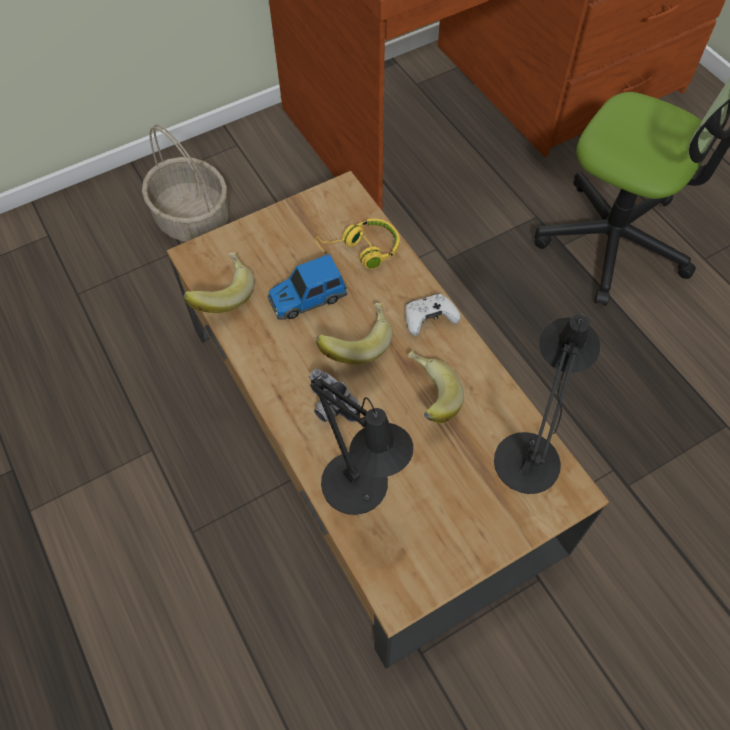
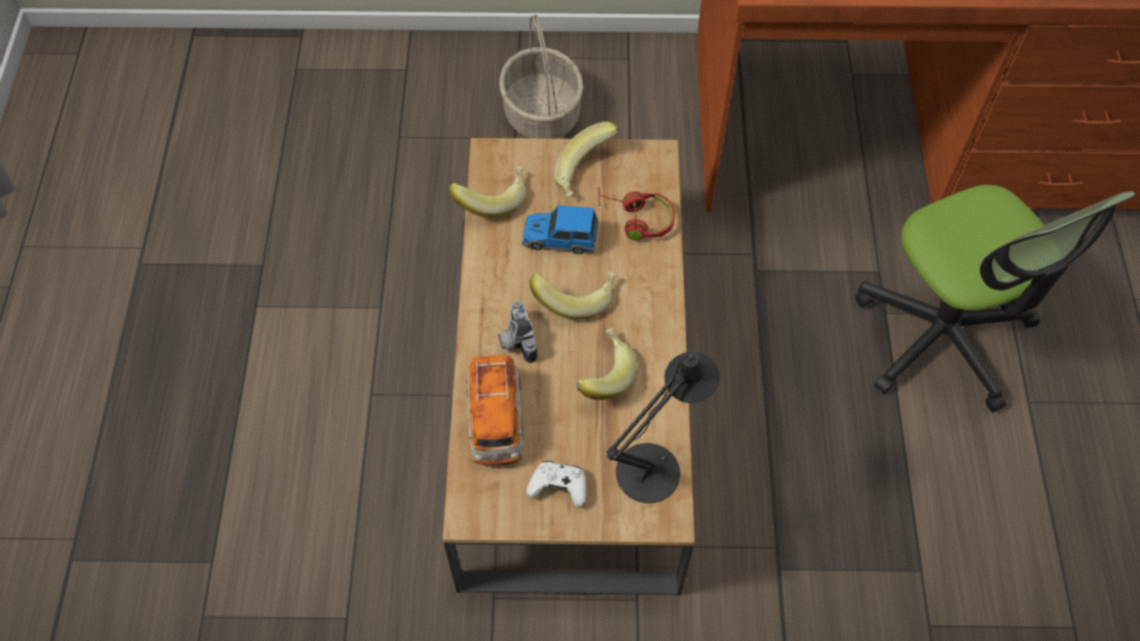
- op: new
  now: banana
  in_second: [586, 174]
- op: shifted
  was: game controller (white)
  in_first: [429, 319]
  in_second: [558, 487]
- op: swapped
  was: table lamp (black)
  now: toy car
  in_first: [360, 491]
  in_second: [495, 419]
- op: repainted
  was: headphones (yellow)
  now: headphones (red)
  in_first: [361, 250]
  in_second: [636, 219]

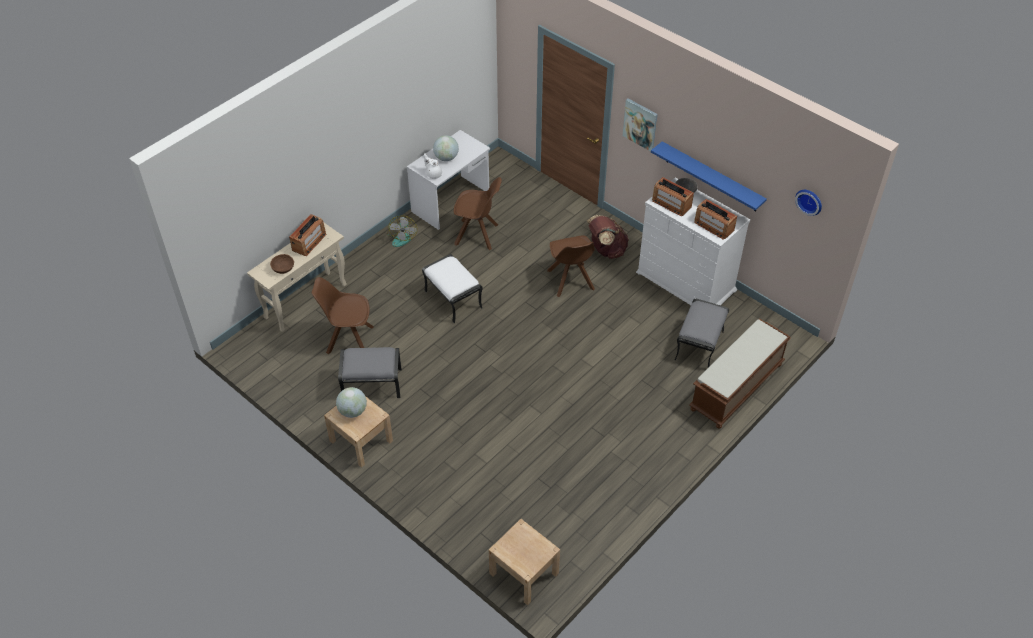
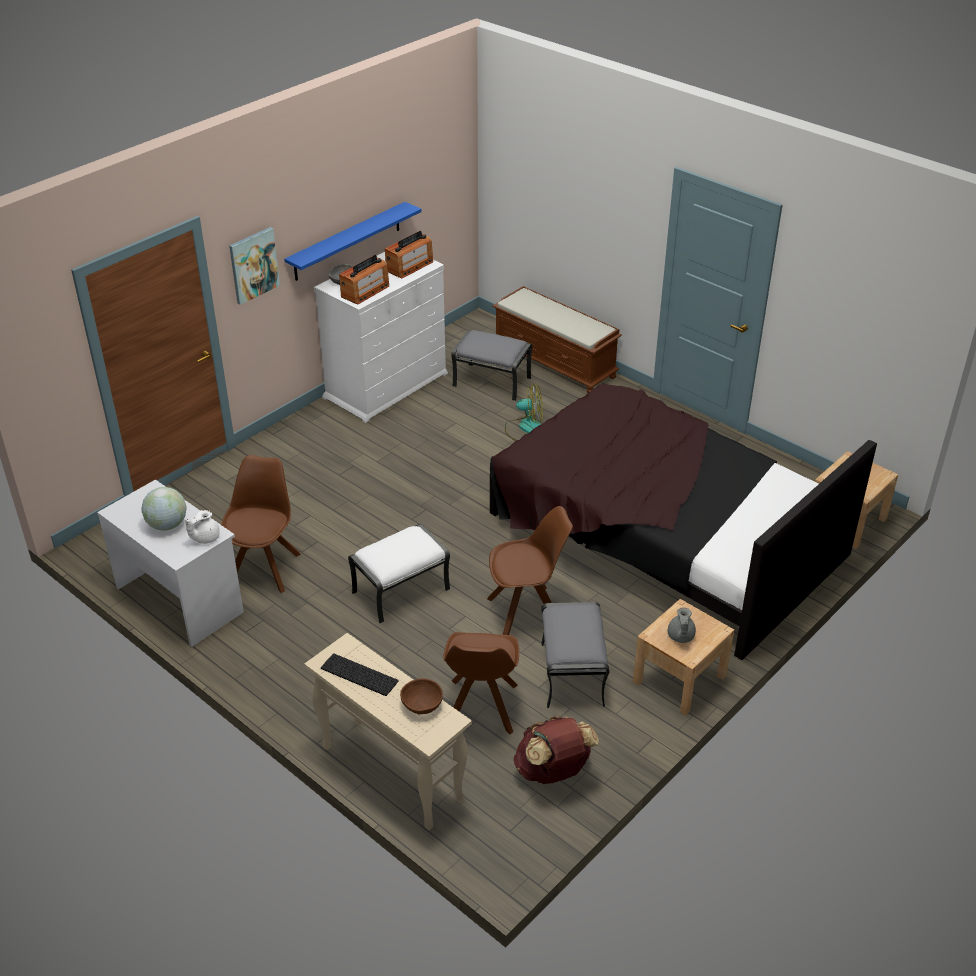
- op: gone
  was: wall clock
  in_first: [809, 201]
- op: new
  now: bed
  in_second: [661, 535]
- op: shifted
  was: fan
  in_first: [402, 237]
  in_second: [525, 427]
- op: shifted
  was: chair (brown)
  in_first: [571, 281]
  in_second: [527, 612]
- op: shifted
  was: backpack (brown)
  in_first: [606, 250]
  in_second: [553, 771]
- op: swapped
  was: radio
  now: keyboard
  in_first: [309, 242]
  in_second: [357, 675]
- op: swapped
  was: globe
  now: teapot (grey)
  in_first: [352, 411]
  in_second: [680, 637]

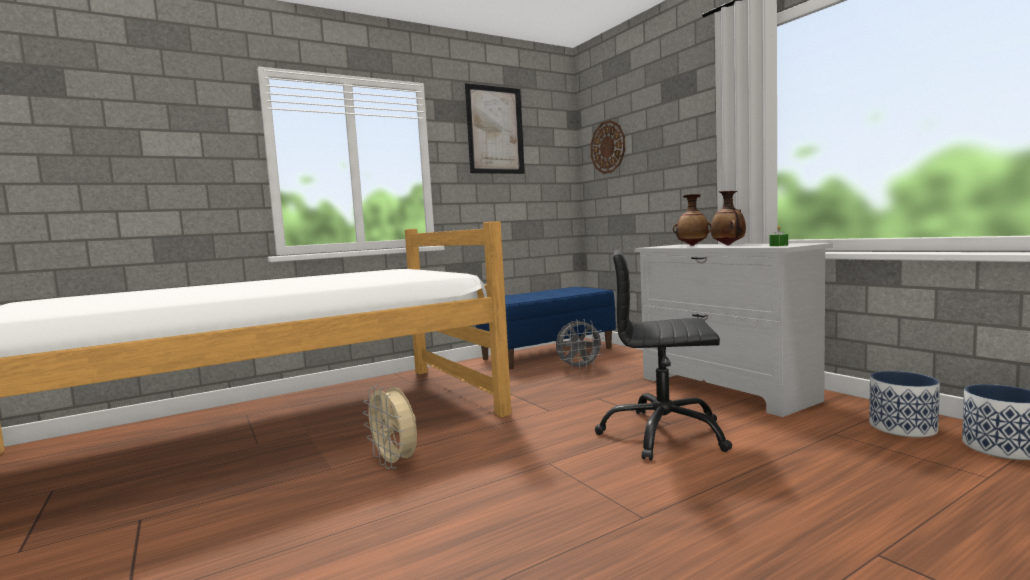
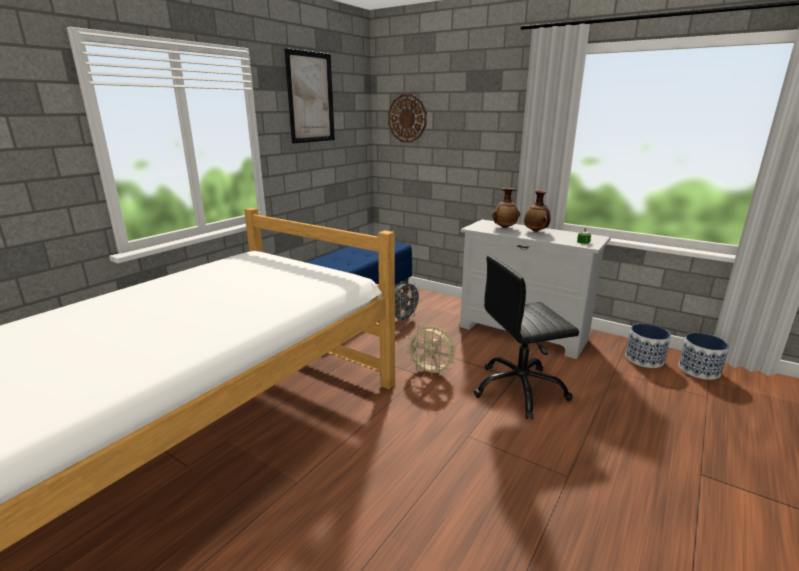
- op: shifted
  was: fan (beige)
  in_first: [395, 463]
  in_second: [431, 372]

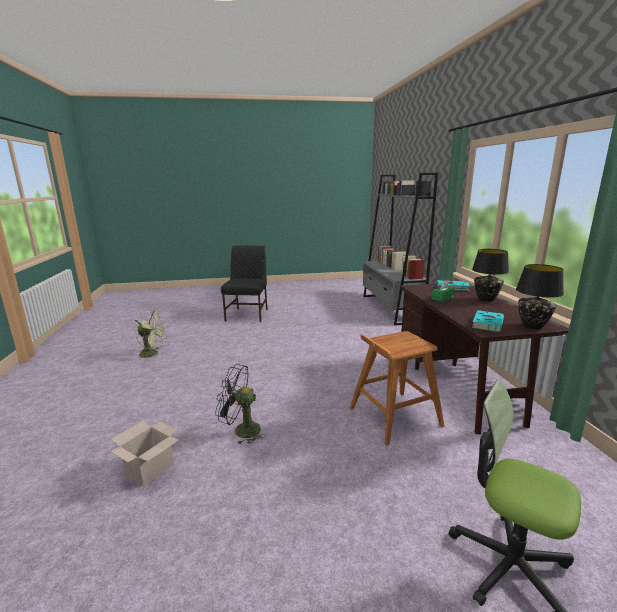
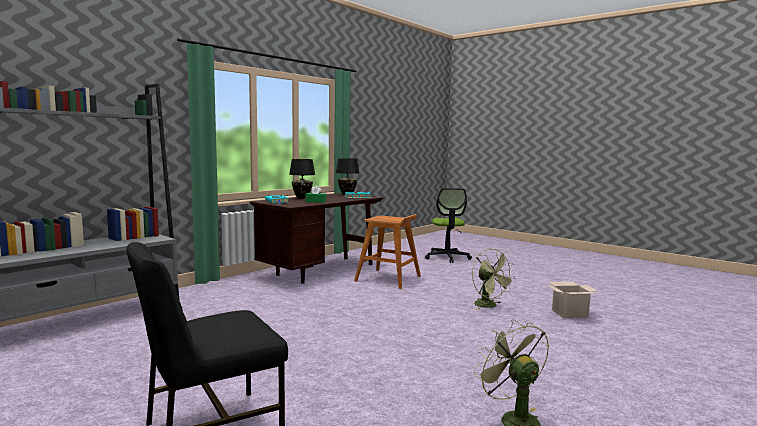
- op: repainted
  was: fan (black)
  now: fan (green)
  in_first: [241, 430]
  in_second: [489, 306]

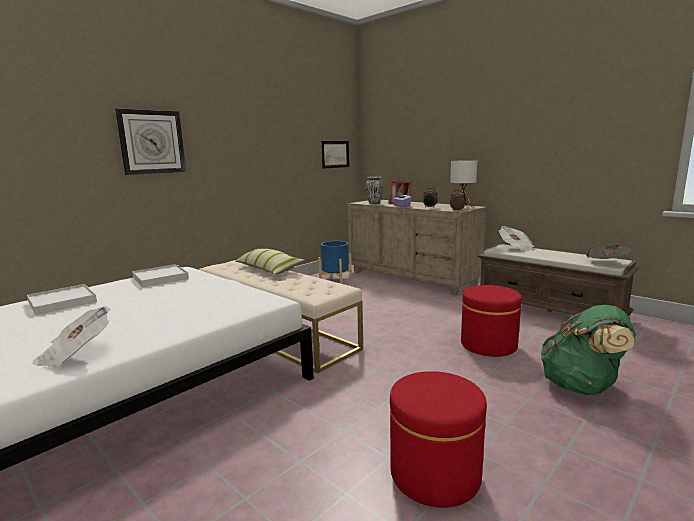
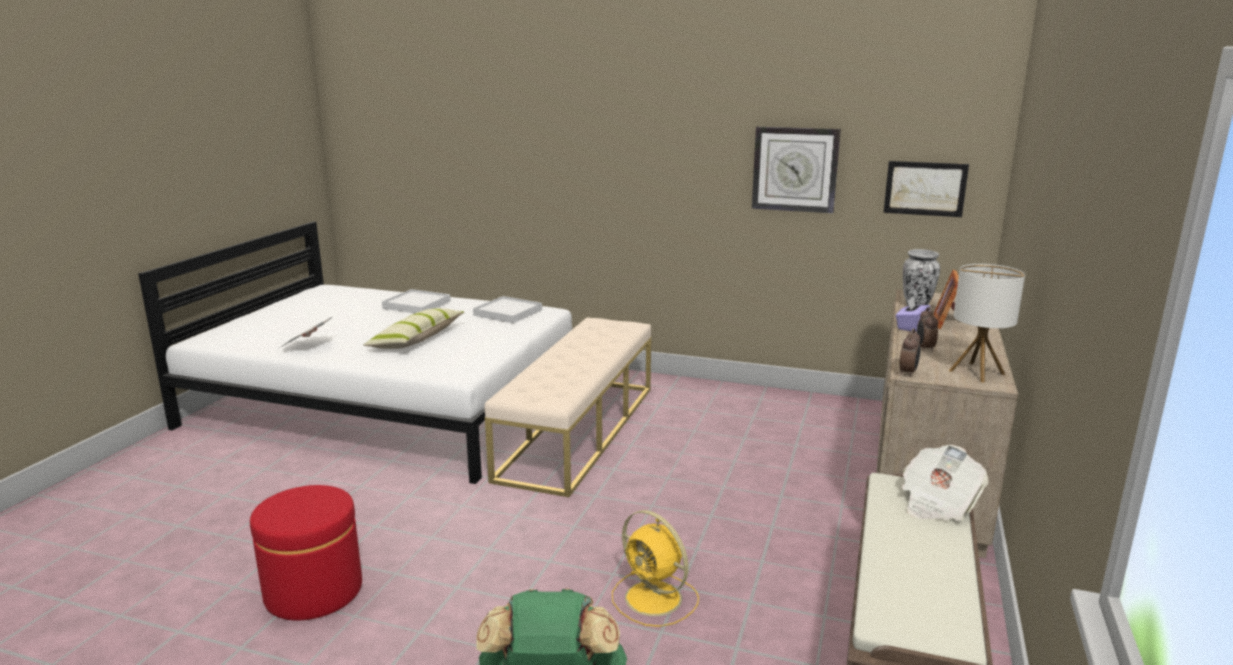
- op: gone
  was: planter (blue)
  in_first: [335, 279]
- op: gone
  was: newspaper
  in_first: [606, 263]
- op: shifted
  was: wall clock
  in_first: [152, 142]
  in_second: [795, 169]
- op: shifted
  was: pillow
  in_first: [268, 269]
  in_second: [416, 339]
- op: swapped
  was: ottoman (red)
  now: fan (yellow)
  in_first: [488, 345]
  in_second: [655, 599]

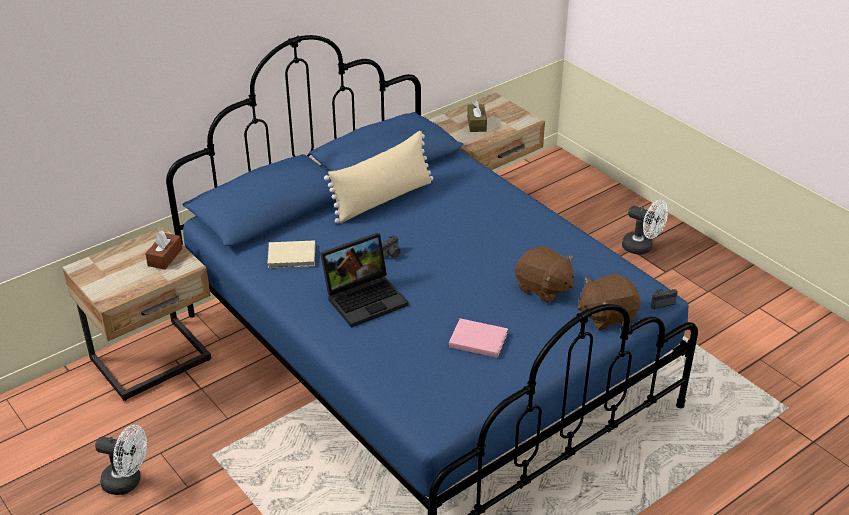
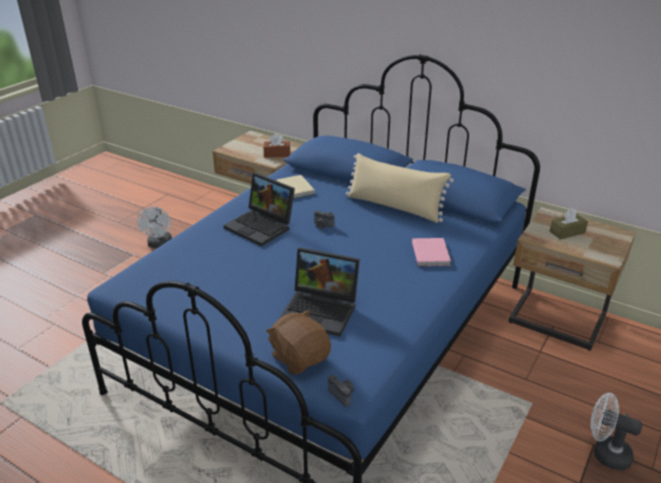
- op: shifted
  was: book (pink)
  in_first: [477, 339]
  in_second: [431, 253]
- op: swapped
  was: plush toy (brown)
  now: laptop
  in_first: [543, 288]
  in_second: [322, 310]
- op: rotated
  was: fan (white)
  in_first: [642, 248]
  in_second: [605, 453]
  clockwise: 105

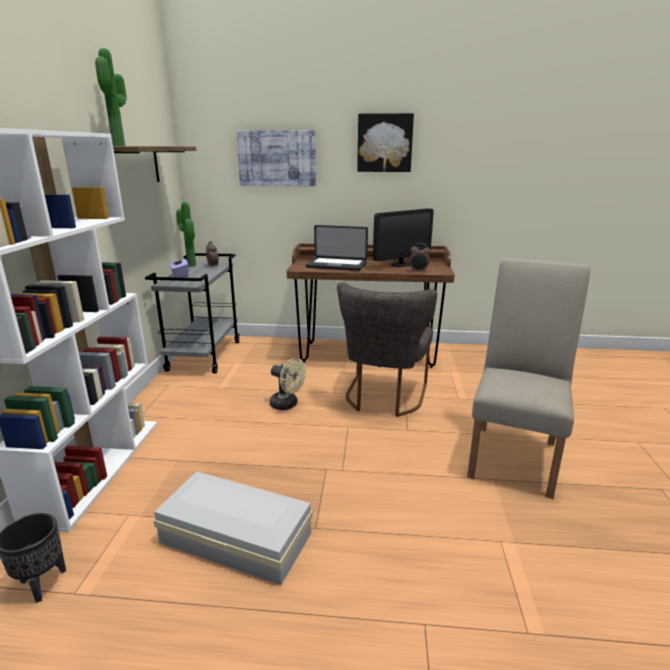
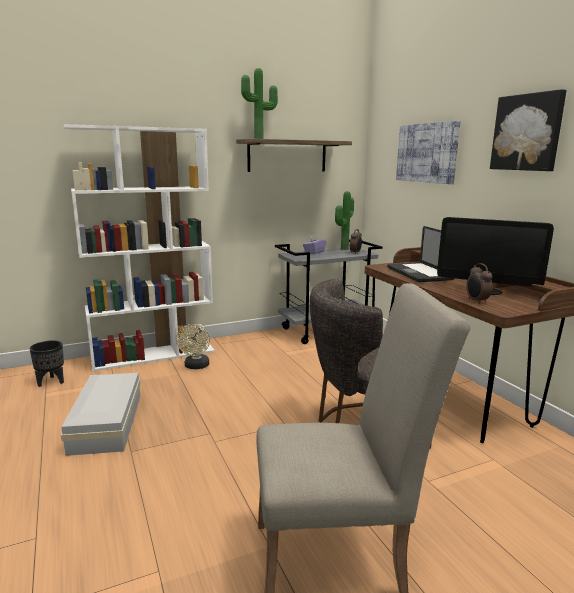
- op: shifted
  was: fan (beige)
  in_first: [287, 405]
  in_second: [196, 366]

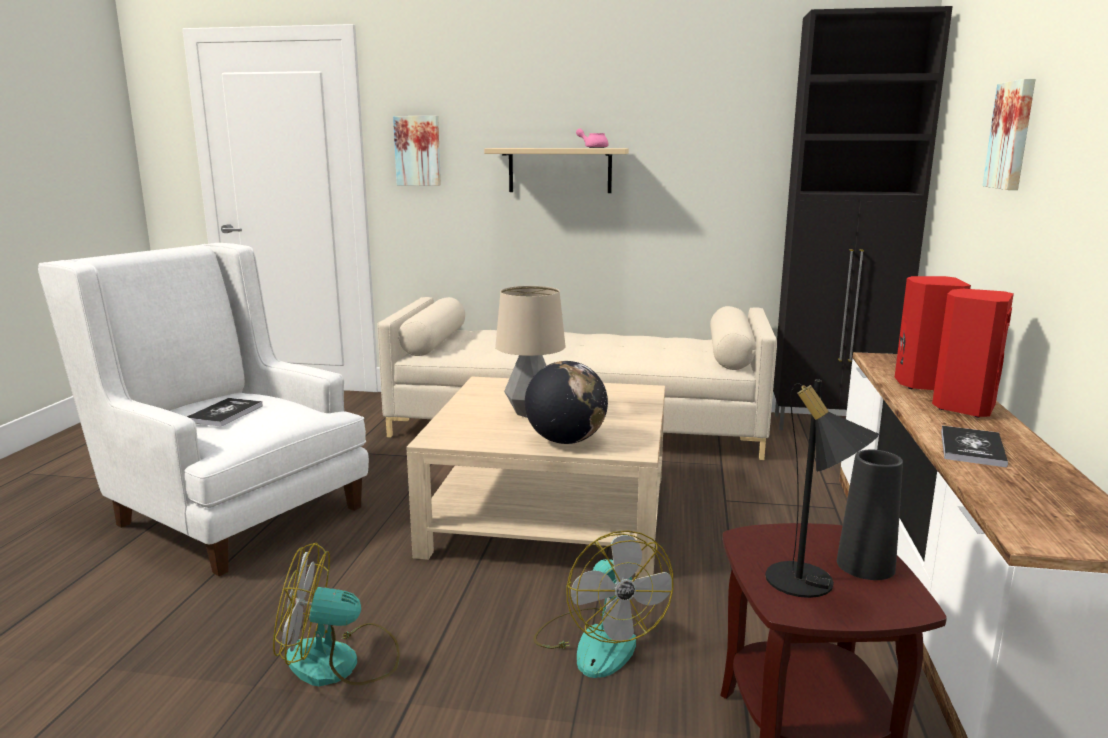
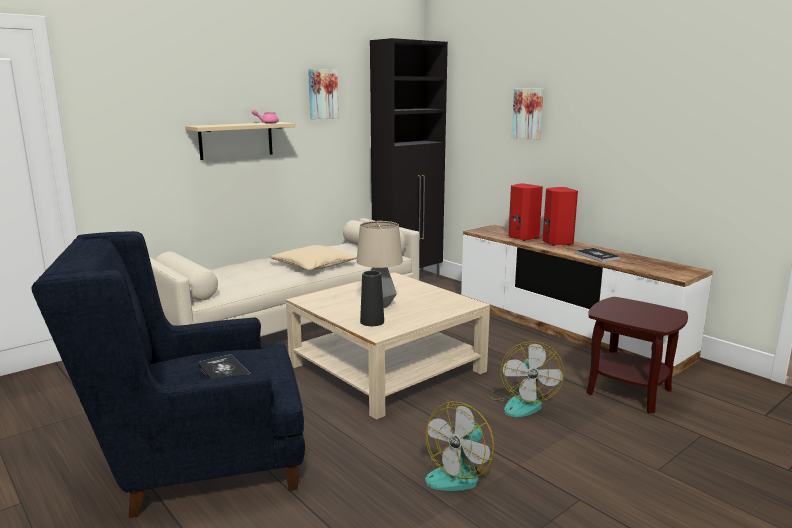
- op: gone
  was: globe
  in_first: [566, 441]
- op: gone
  was: table lamp (black)
  in_first: [810, 585]
- op: new
  now: pillow (beige)
  in_second: [314, 265]
- op: shifted
  was: picture
  in_first: [418, 151]
  in_second: [322, 94]
- op: shifted
  was: vase (black)
  in_first: [865, 565]
  in_second: [372, 321]
- op: repainted
  was: armchair (white)
  now: armchair (blue)
  in_first: [228, 511]
  in_second: [197, 462]
- op: rotated
  was: fan
  in_first: [598, 641]
  in_second: [522, 402]
  clockwise: 75

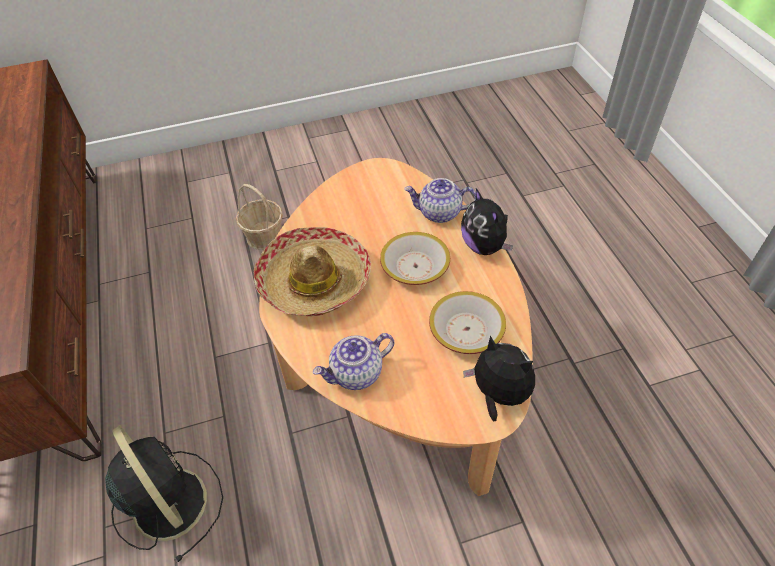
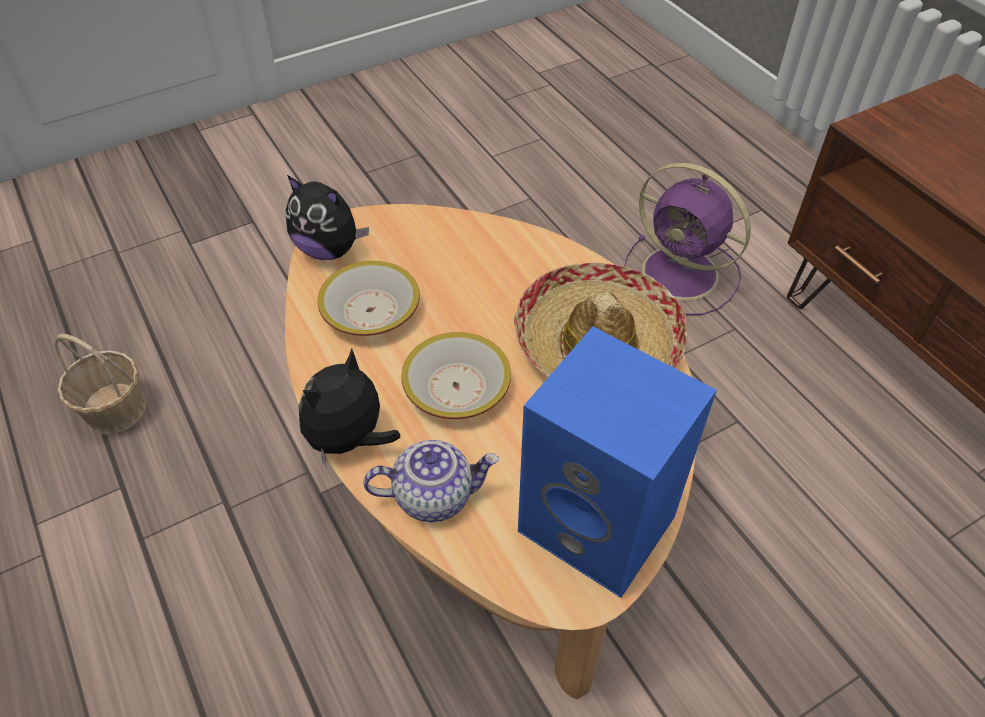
- op: gone
  was: teapot
  in_first: [356, 374]
- op: new
  now: speaker (blue)
  in_second: [601, 524]
- op: shifted
  was: basket
  in_first: [264, 236]
  in_second: [115, 410]
- op: repainted
  was: fan (black)
  now: fan (purple)
  in_first: [168, 501]
  in_second: [683, 275]
- op: rotated
  was: plush toy
  in_first: [484, 246]
  in_second: [349, 440]
  clockwise: -105

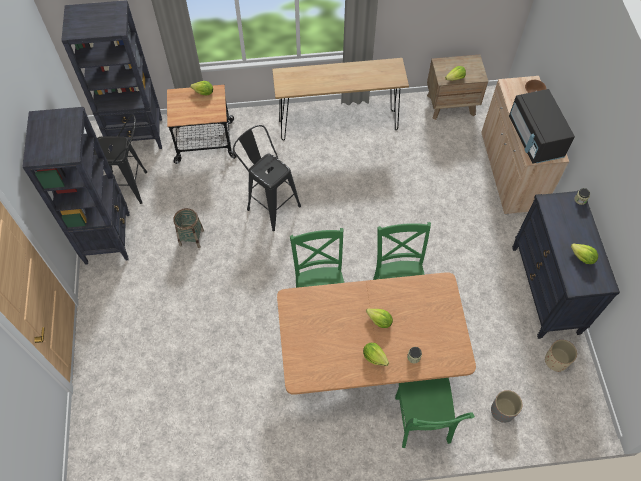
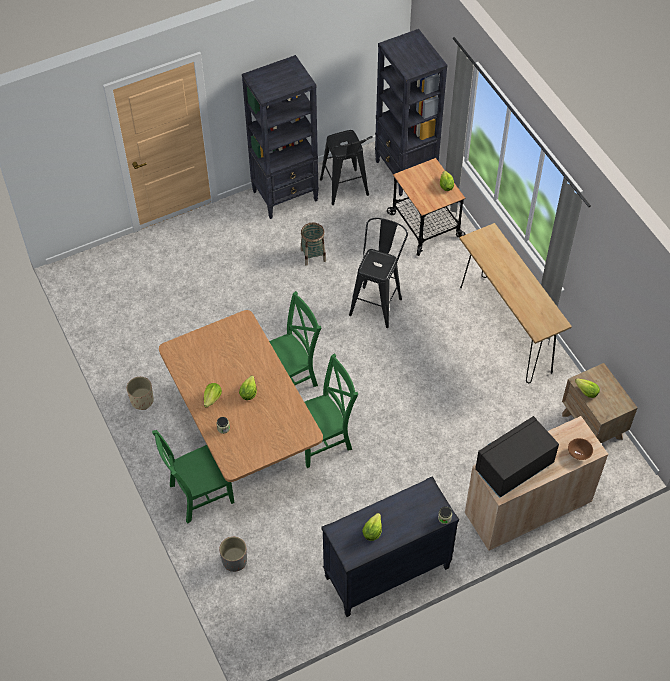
- op: shifted
  was: planter (beige)
  in_first: [556, 361]
  in_second: [142, 400]

